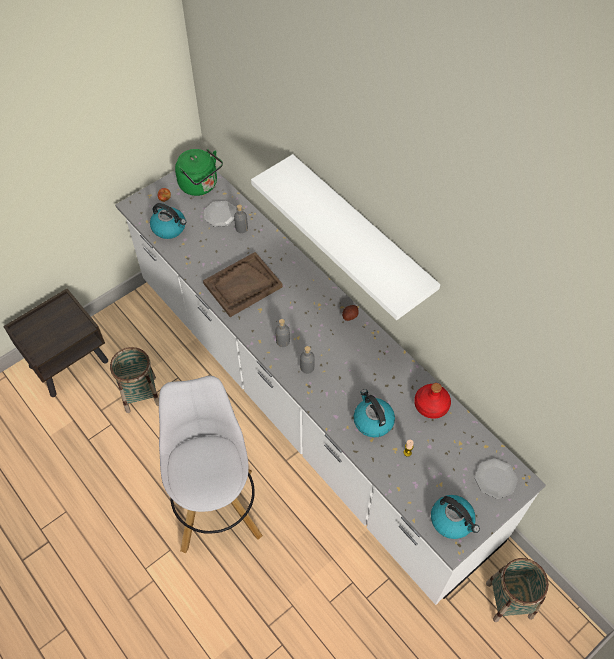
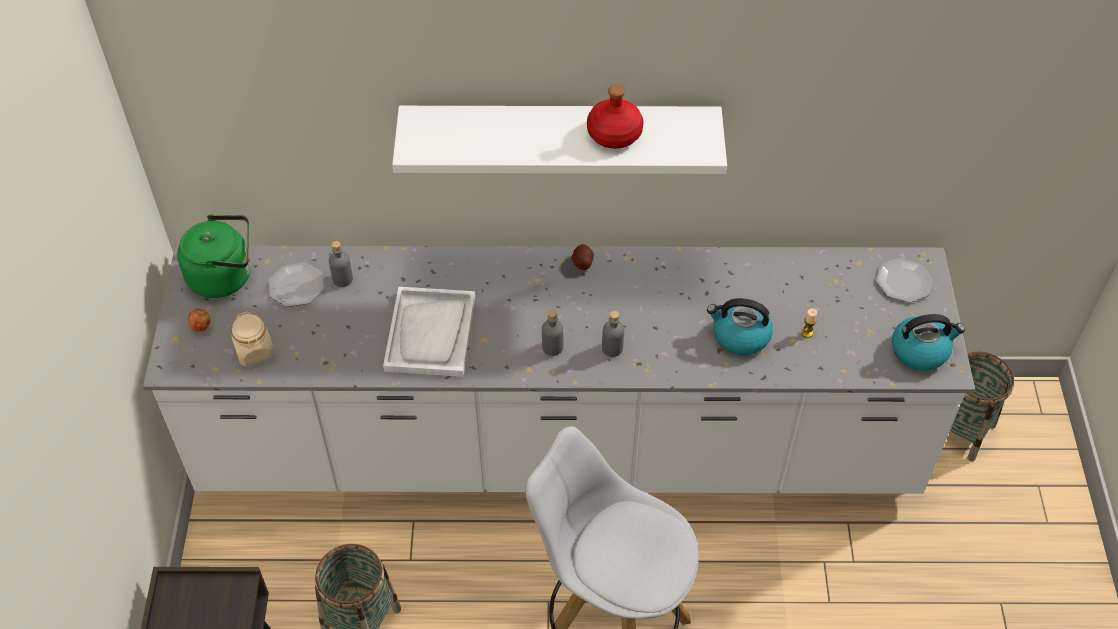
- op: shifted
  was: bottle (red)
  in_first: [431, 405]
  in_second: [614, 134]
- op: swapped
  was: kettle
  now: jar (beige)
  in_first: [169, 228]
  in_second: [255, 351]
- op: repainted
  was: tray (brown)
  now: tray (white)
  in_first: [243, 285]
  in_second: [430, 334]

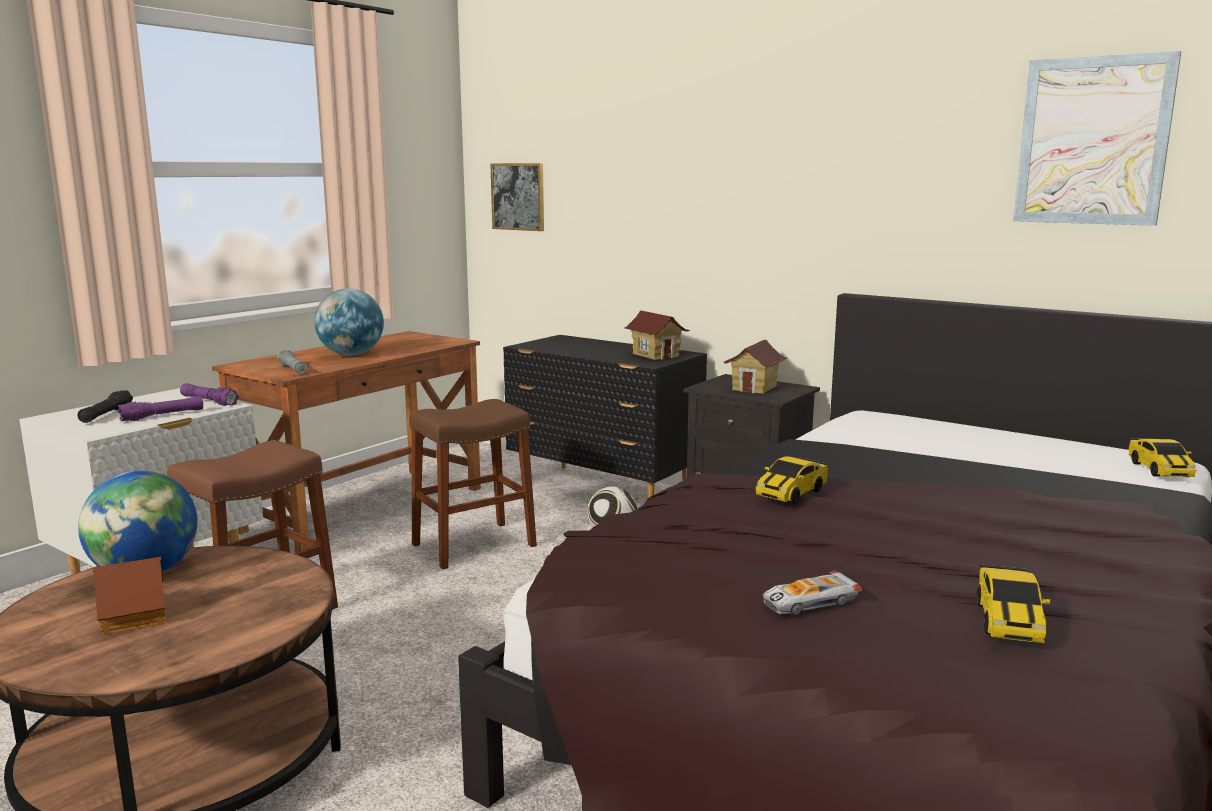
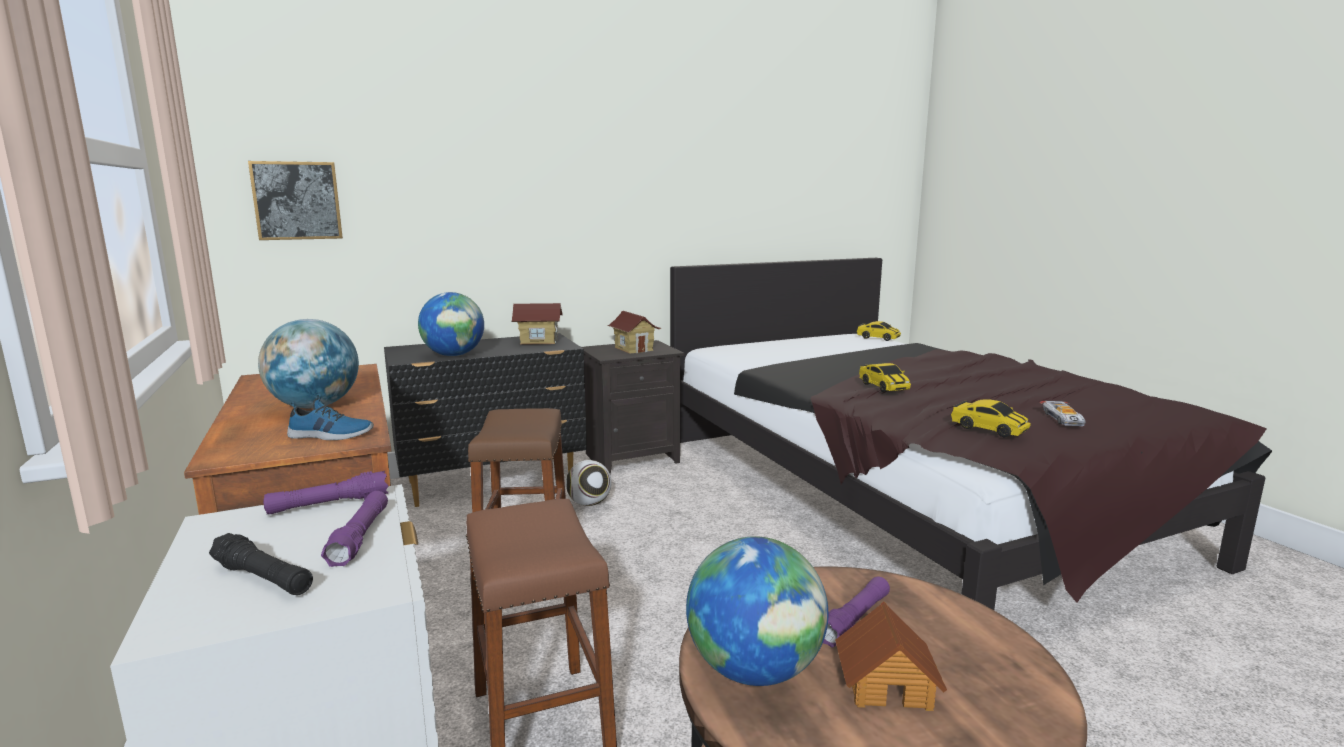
- op: gone
  was: picture
  in_first: [1092, 141]
- op: new
  now: globe
  in_second: [454, 355]
- op: new
  now: flashlight (purple)
  in_second: [854, 620]
- op: shifted
  was: toy car
  in_first: [1008, 621]
  in_second: [989, 429]
- op: swapped
  was: flashlight (grey)
  now: shoe
  in_first: [292, 369]
  in_second: [330, 435]

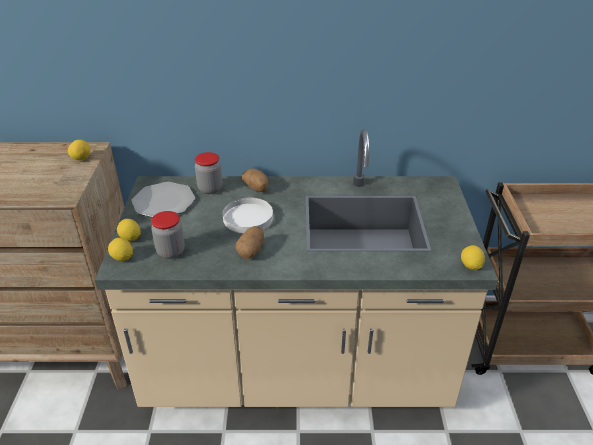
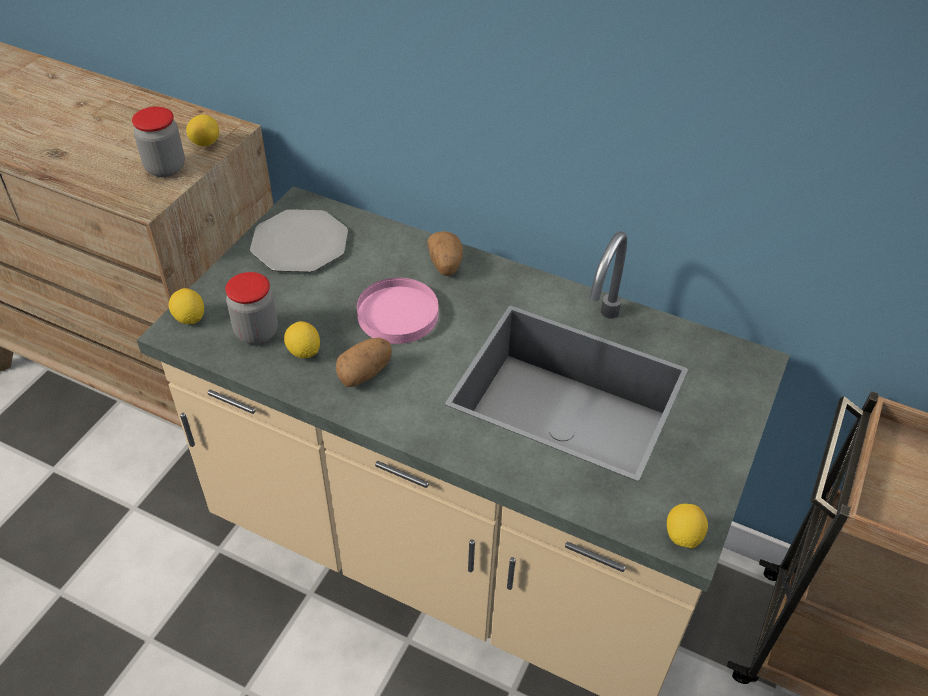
- op: shifted
  was: lemon
  in_first: [130, 238]
  in_second: [304, 352]
- op: shifted
  was: jar
  in_first: [210, 189]
  in_second: [165, 168]
- op: repainted
  was: plate (white)
  now: plate (pink)
  in_first: [247, 218]
  in_second: [397, 313]

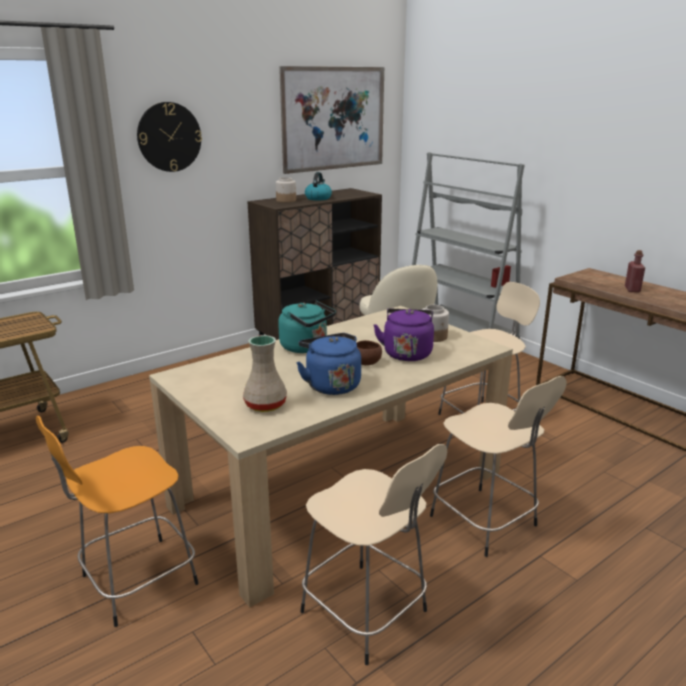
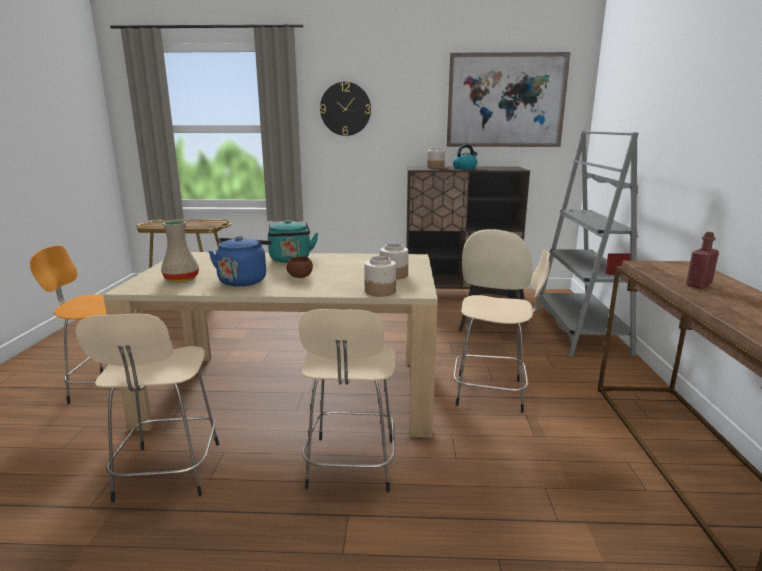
- op: gone
  was: kettle (purple)
  in_first: [407, 353]
- op: new
  now: jar
  in_second: [380, 291]

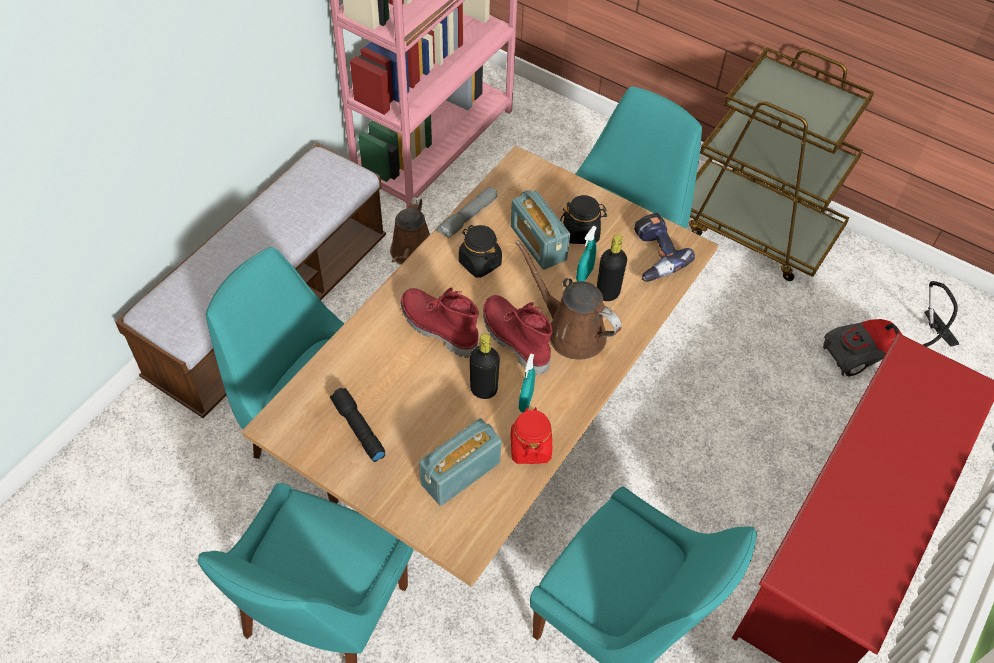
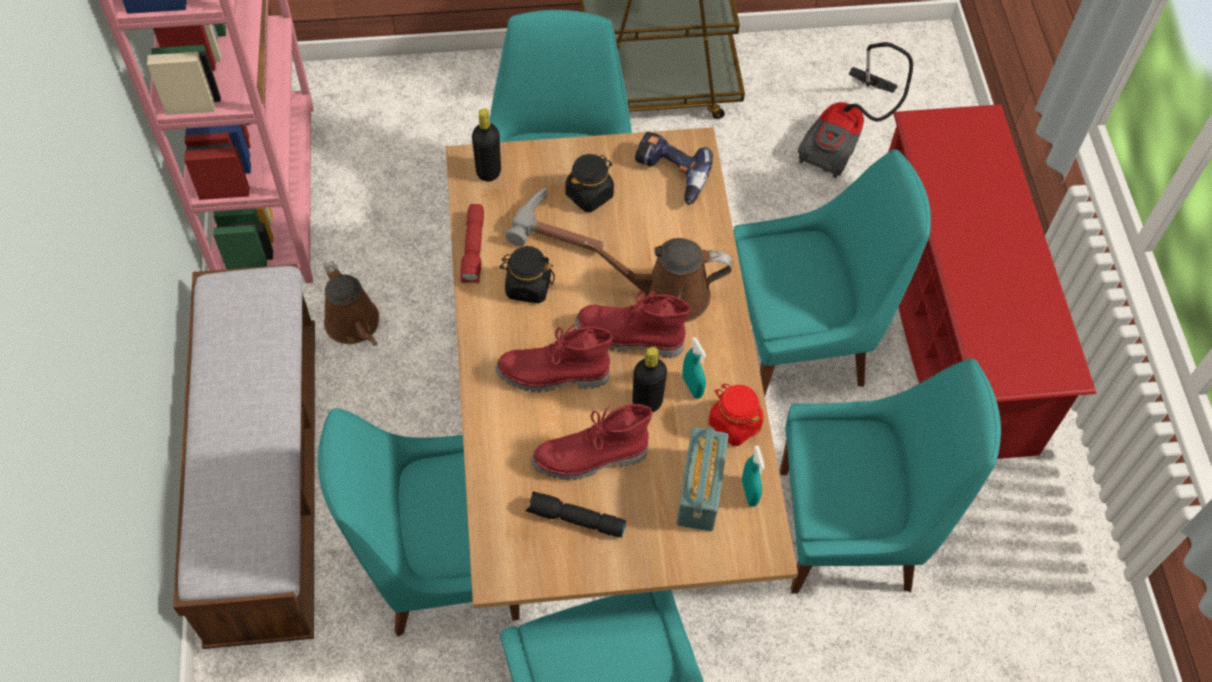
- op: new
  now: boot (red)
  in_second: [590, 459]
- op: new
  now: chair (turquoise)
  in_second: [802, 341]
- op: shifted
  was: spray bottle (turquoise)
  in_first: [584, 275]
  in_second: [749, 492]
- op: shifted
  was: bottle (black)
  in_first: [607, 293]
  in_second: [488, 172]
- op: swapped
  was: radio
  now: hammer
  in_first: [538, 243]
  in_second: [561, 231]
- op: repainted
  was: flashlight (grey)
  now: flashlight (red)
  in_first: [468, 218]
  in_second: [474, 249]

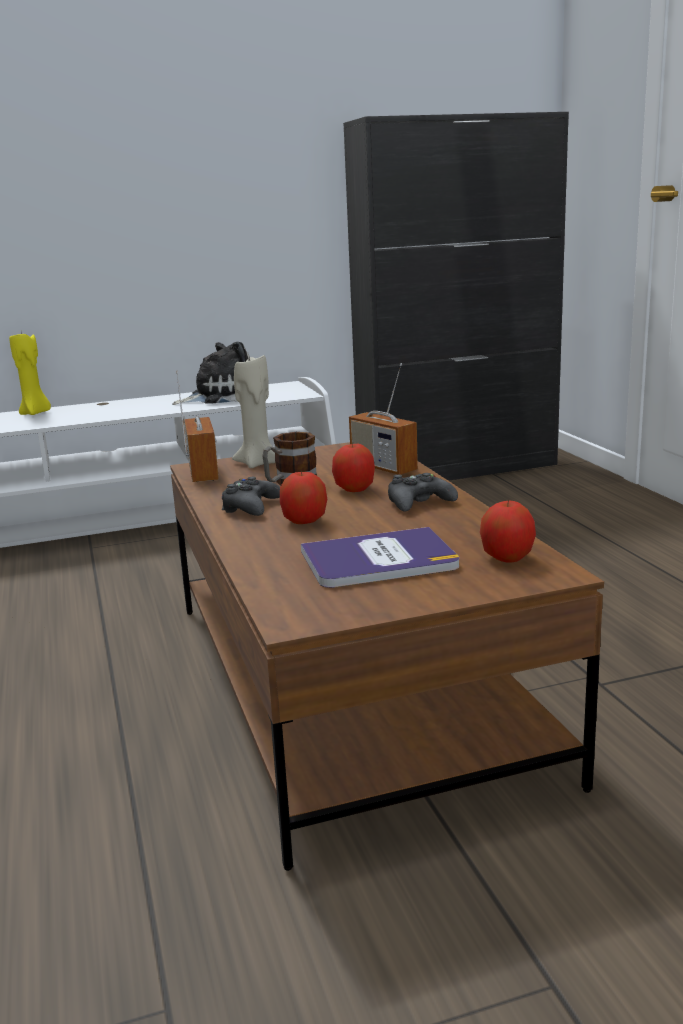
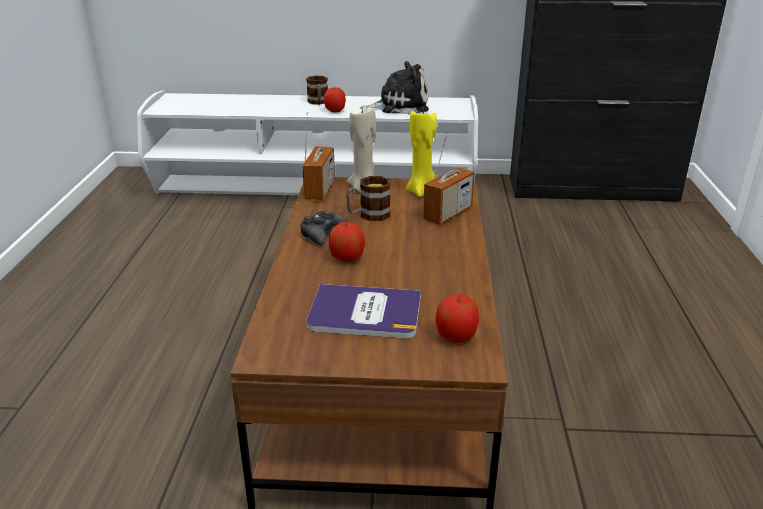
- op: gone
  was: game controller (black)
  in_first: [419, 502]
- op: new
  now: mug
  in_second: [318, 102]
- op: shifted
  was: candle (yellow)
  in_first: [35, 413]
  in_second: [422, 191]
- op: shifted
  was: apple
  in_first: [354, 489]
  in_second: [335, 111]
- op: rotated
  was: radio
  in_first: [383, 467]
  in_second: [448, 214]
  clockwise: -120

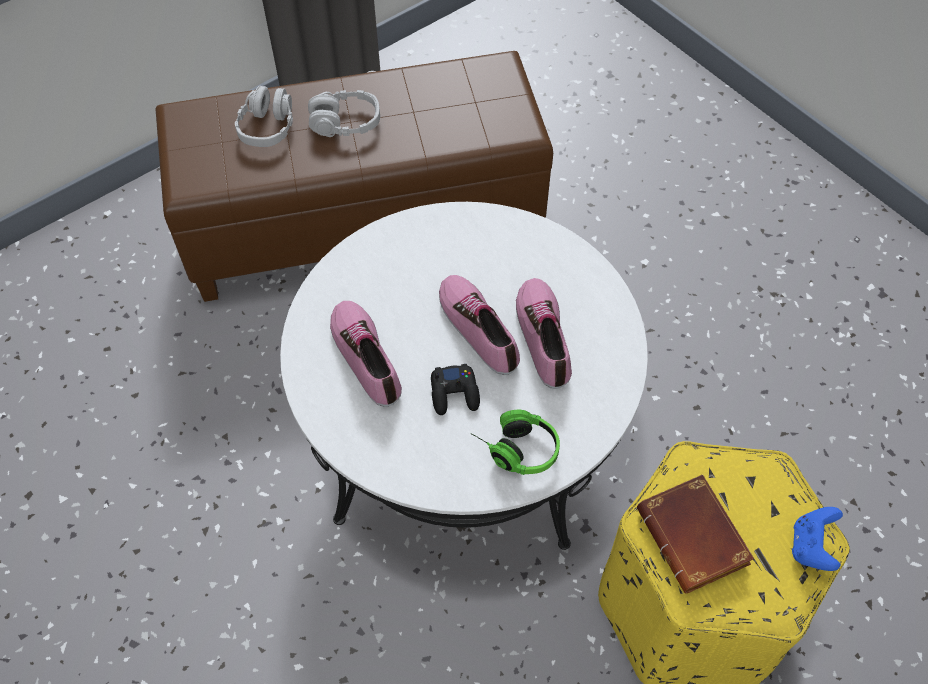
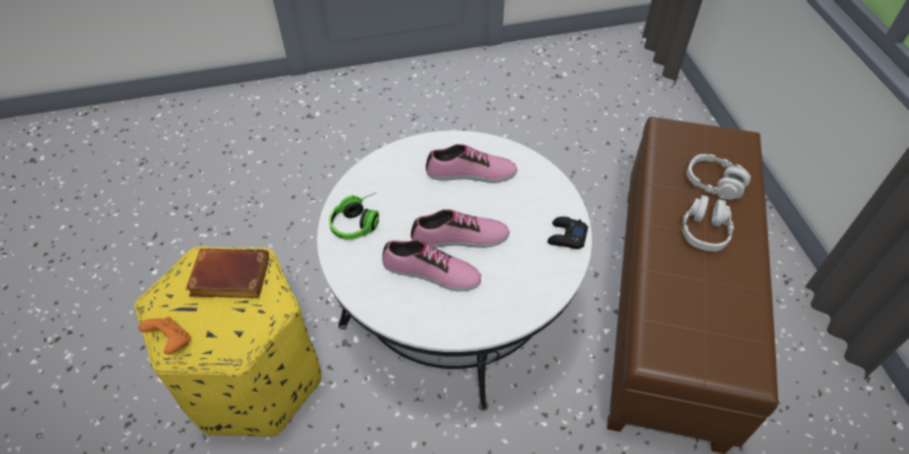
- op: shifted
  was: game controller (black)
  in_first: [455, 393]
  in_second: [566, 236]
- op: repainted
  was: game controller (blue)
  now: game controller (orange)
  in_first: [811, 546]
  in_second: [172, 341]

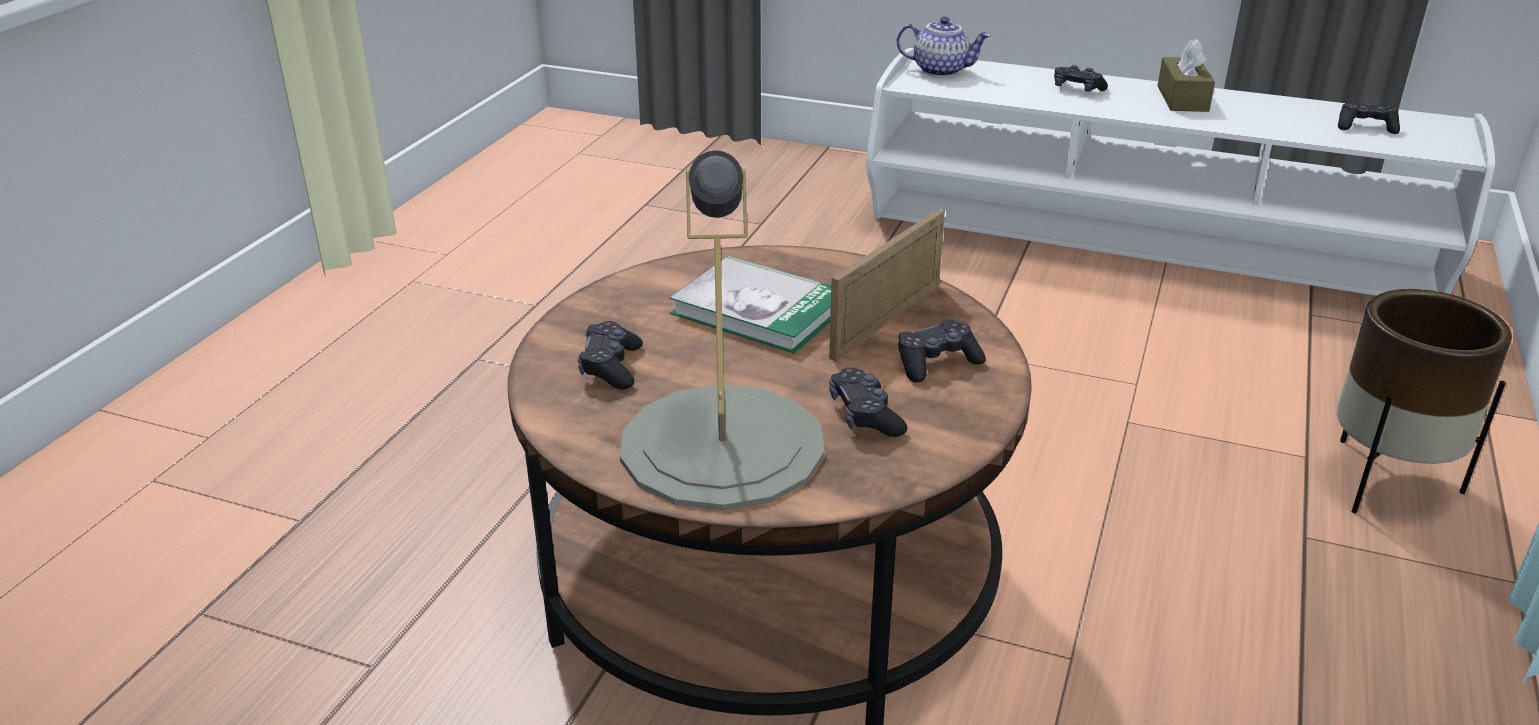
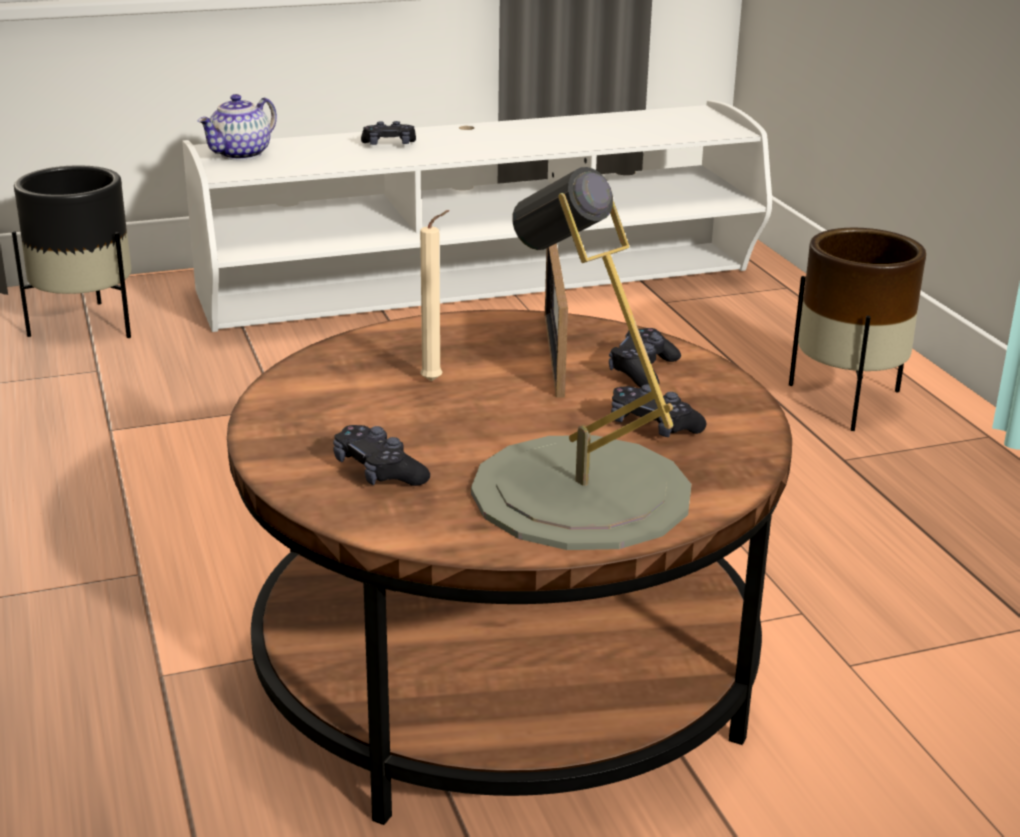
- op: gone
  was: tissue box (brown)
  in_first: [1182, 98]
- op: gone
  was: game controller (black)
  in_first: [1365, 127]
- op: new
  now: planter (black)
  in_second: [87, 325]
- op: swapped
  was: book
  now: candle (beige)
  in_first: [760, 309]
  in_second: [435, 381]
- op: rotated
  was: teapot
  in_first: [941, 70]
  in_second: [241, 155]
  clockwise: 150

